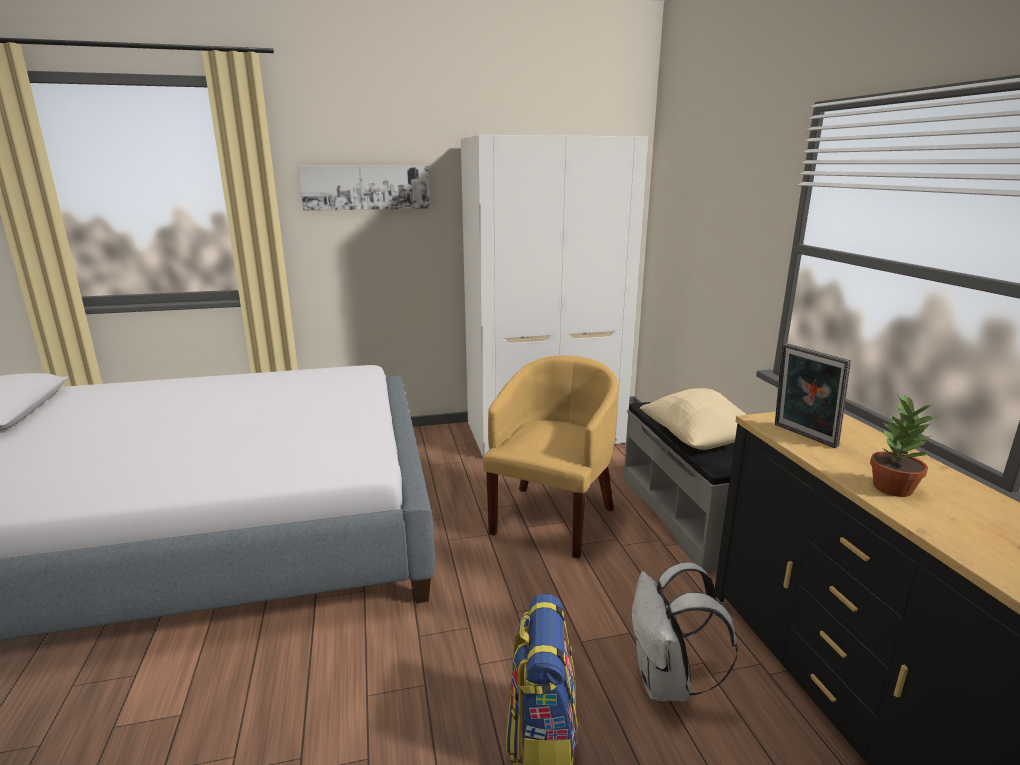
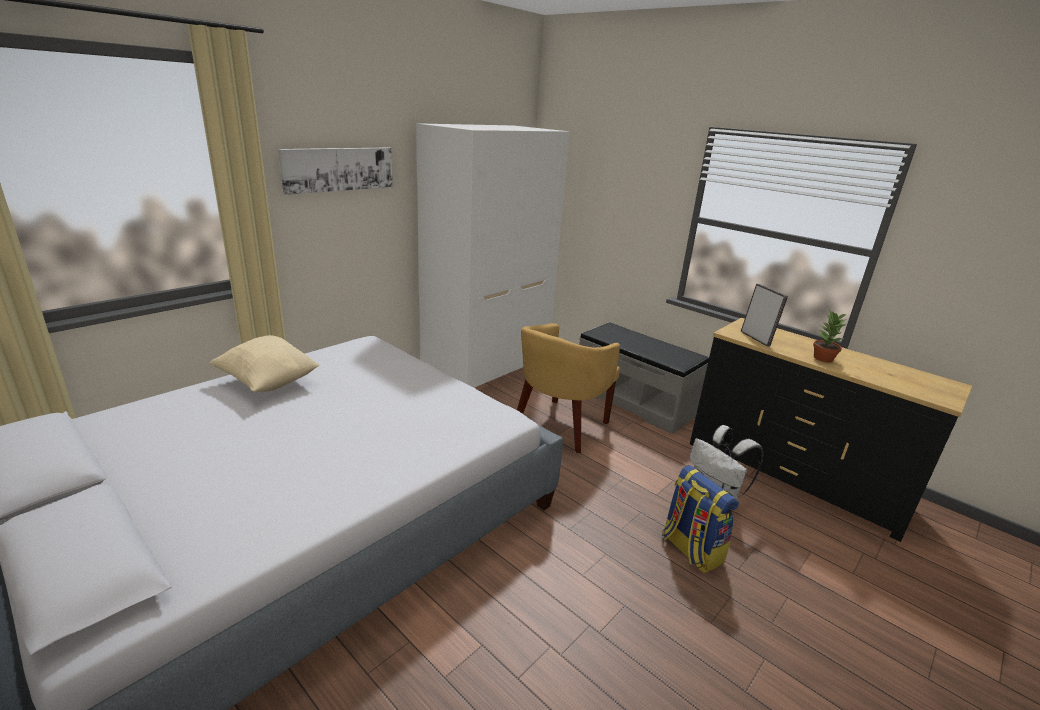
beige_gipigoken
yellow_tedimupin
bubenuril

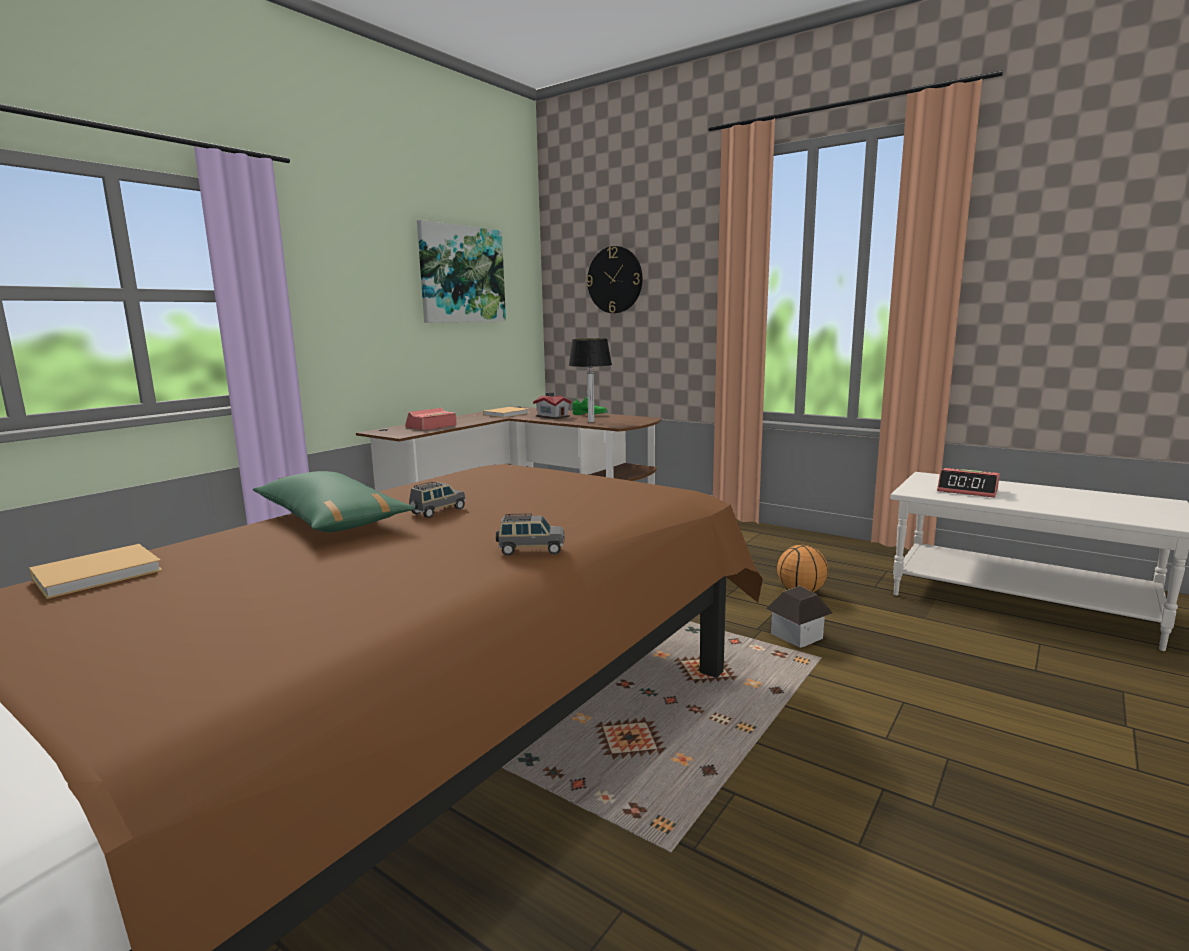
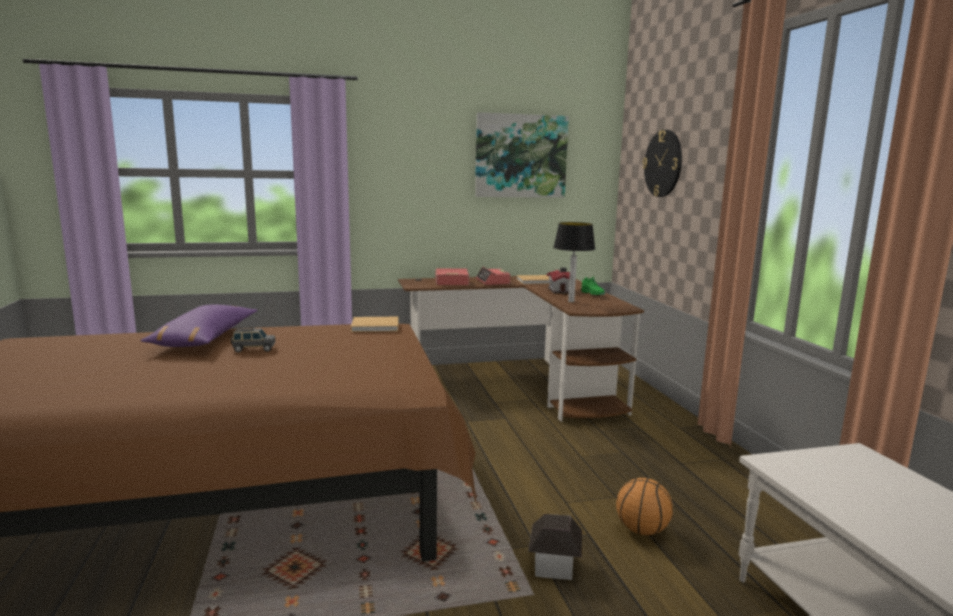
purple_gipigoken
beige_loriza (1st from left)
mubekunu (2nd from left)
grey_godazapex (2nd from left in the first image)

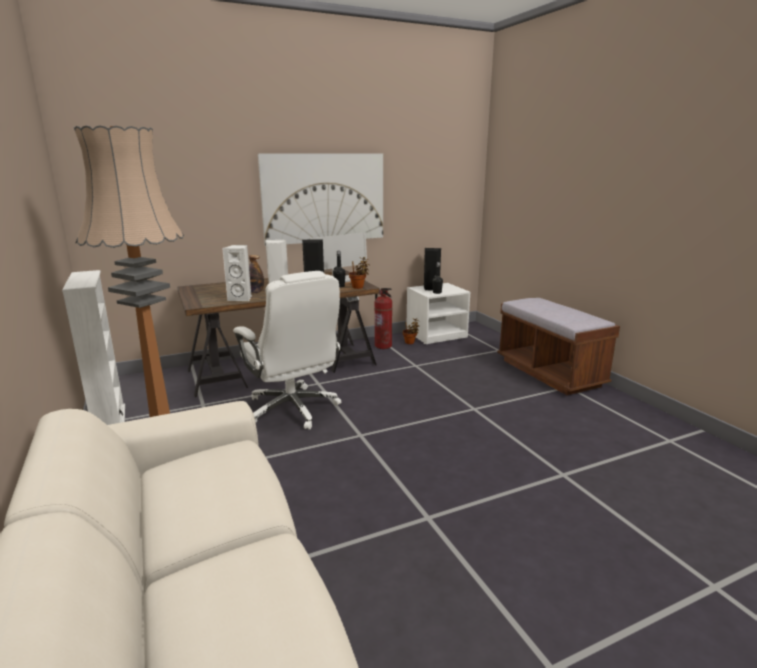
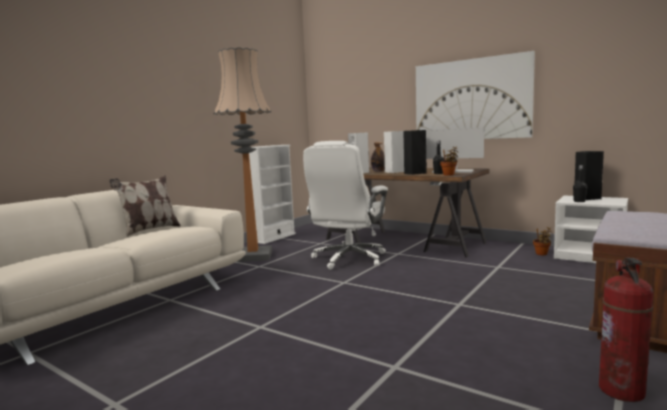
gipigoken
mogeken

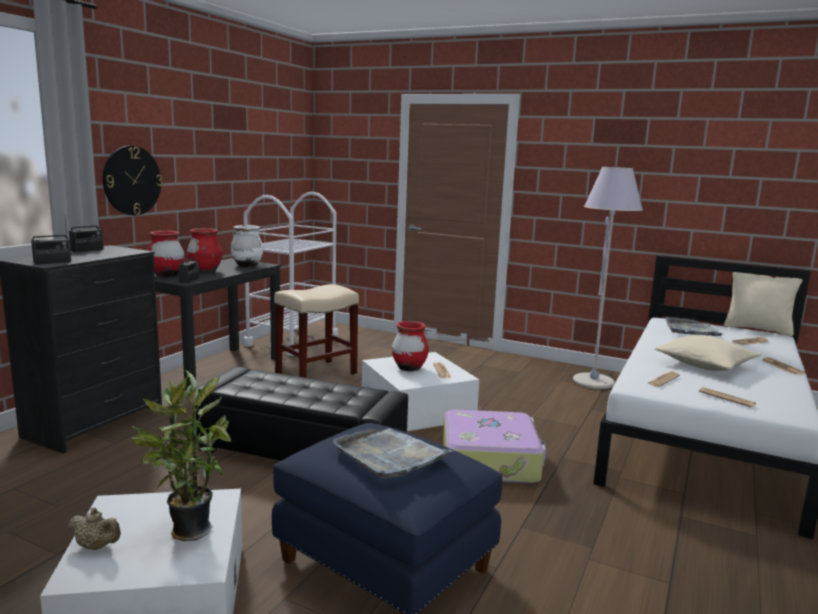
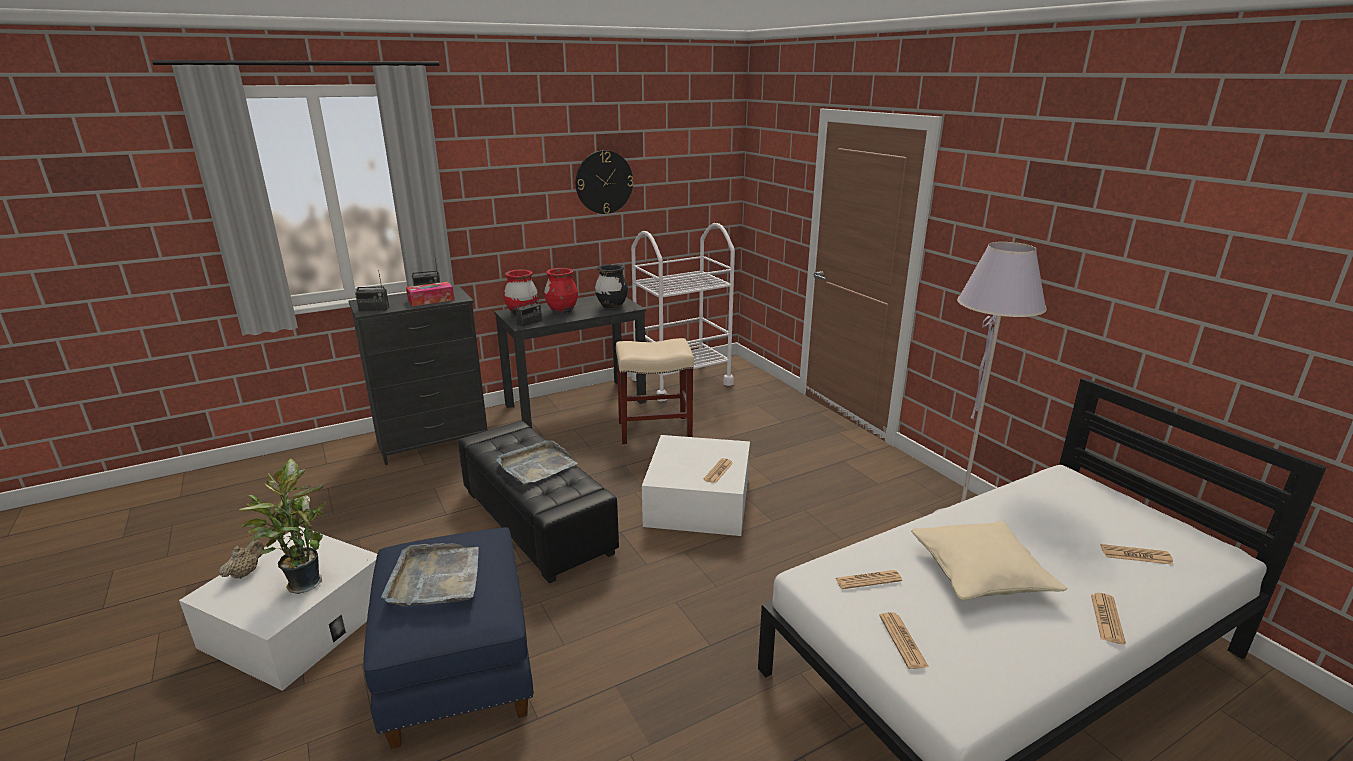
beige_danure
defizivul
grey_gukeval (2nd from left)
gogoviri
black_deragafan
red_deragafan (3rd from left in the first image)
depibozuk
beige_gipigoken (2nd from left in the first image)

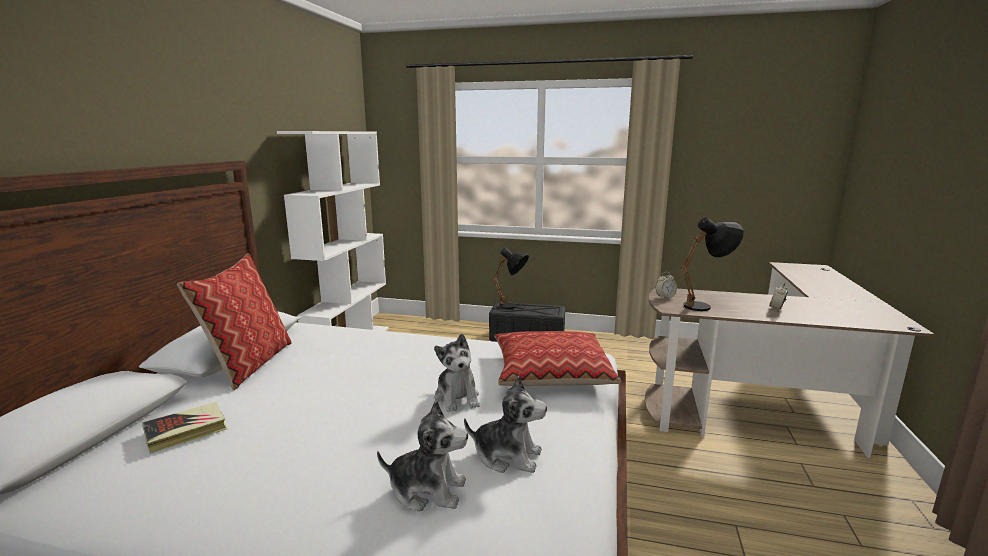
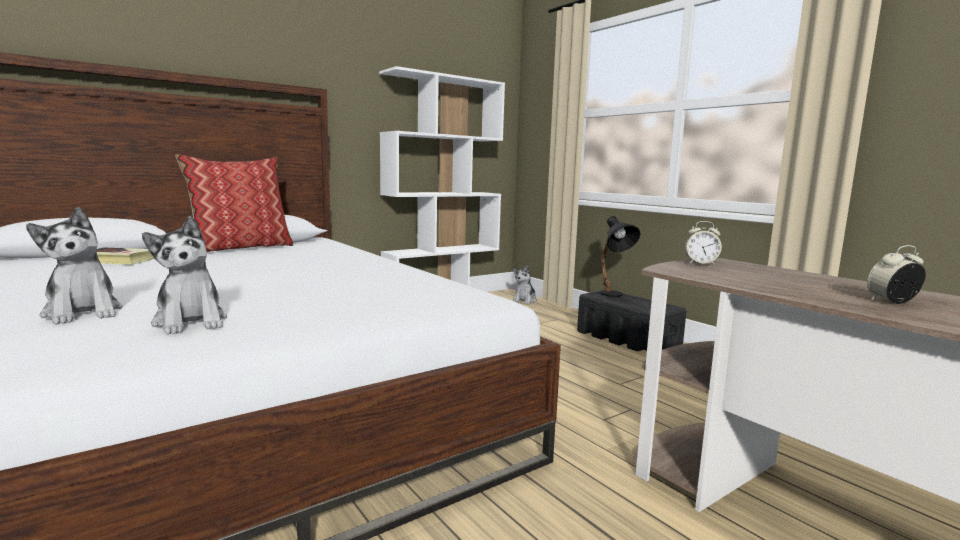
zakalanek (3rd from left)
gipigoken (2nd from left in the first image)
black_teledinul (2nd from left in the first image)

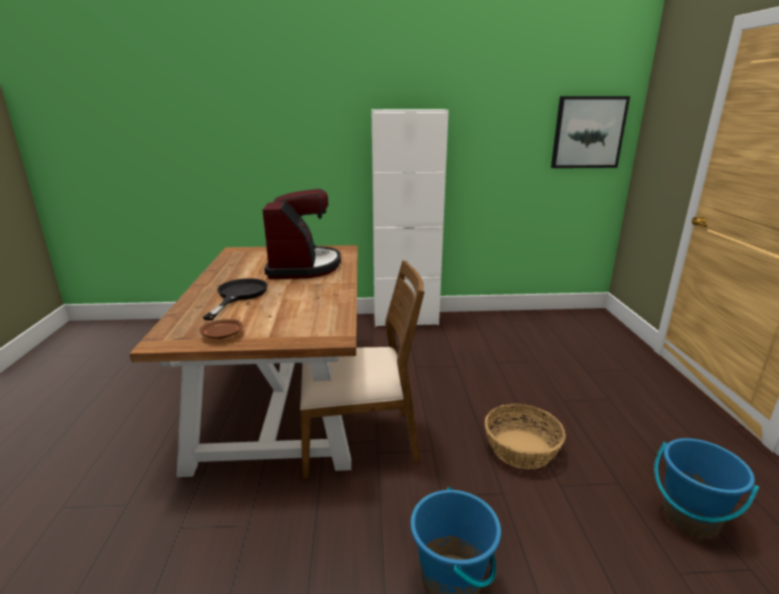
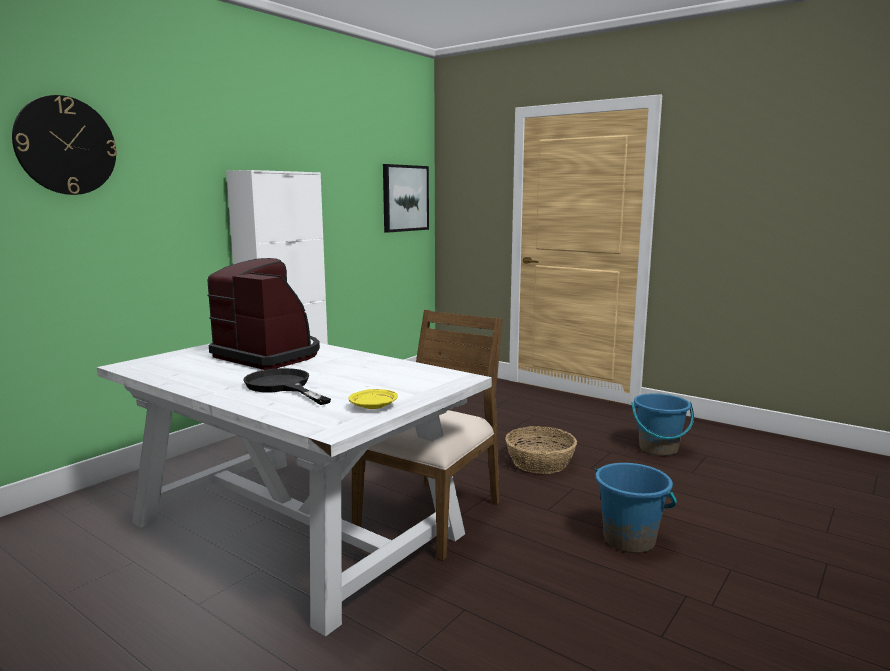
gogoviri
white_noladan
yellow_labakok

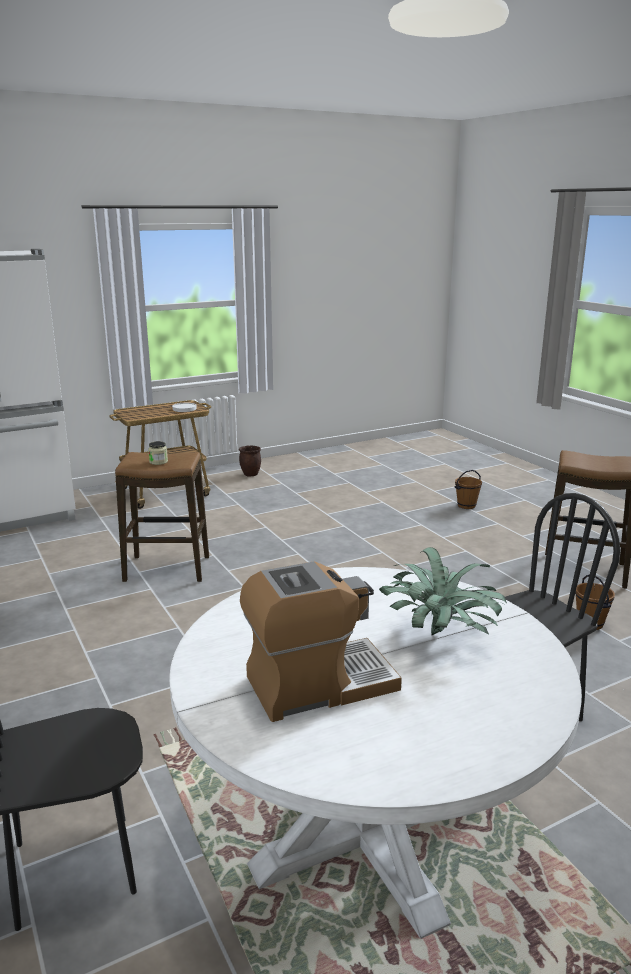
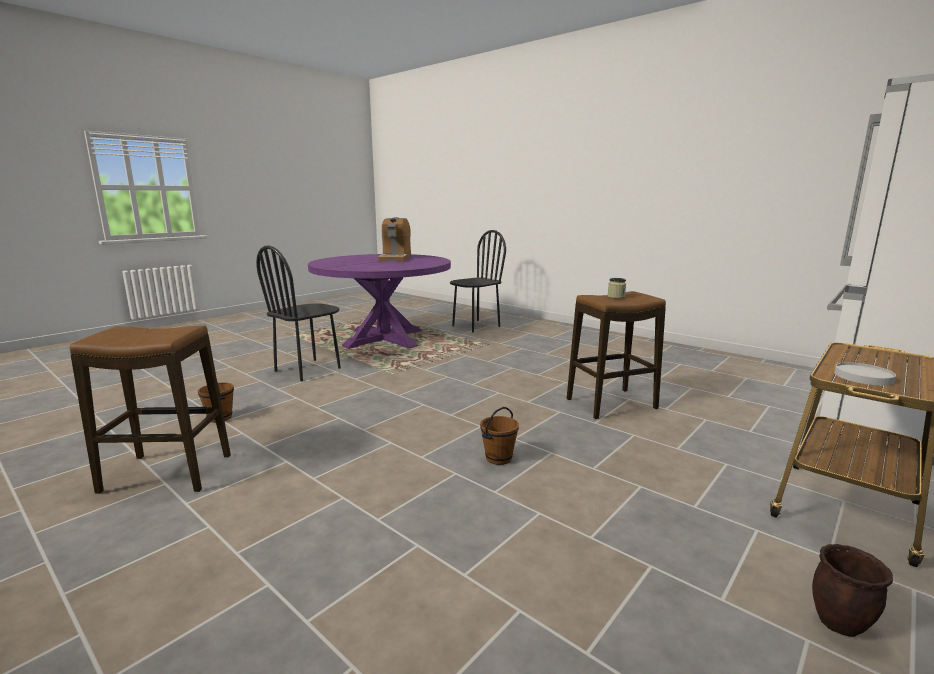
purple_noladan
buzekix
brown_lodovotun (2nd from left)
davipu

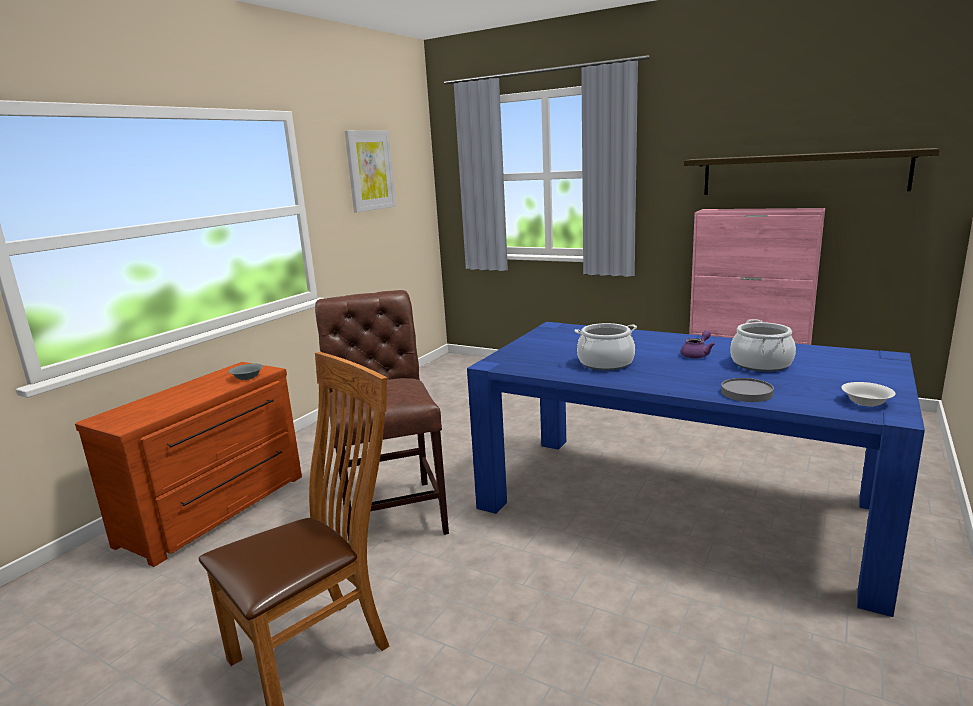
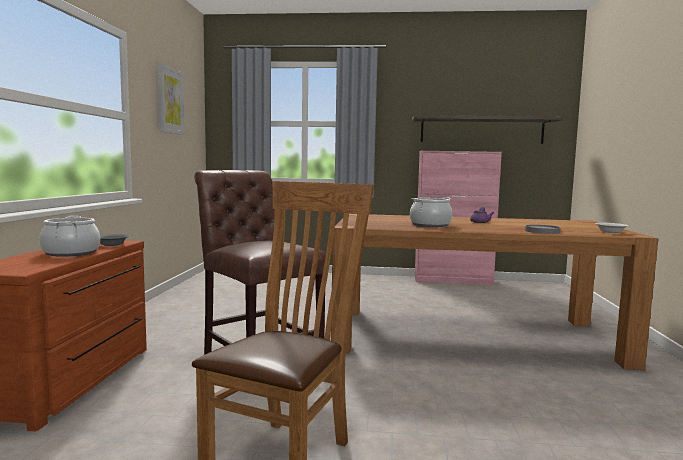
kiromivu (1st from left)
brown_noladan

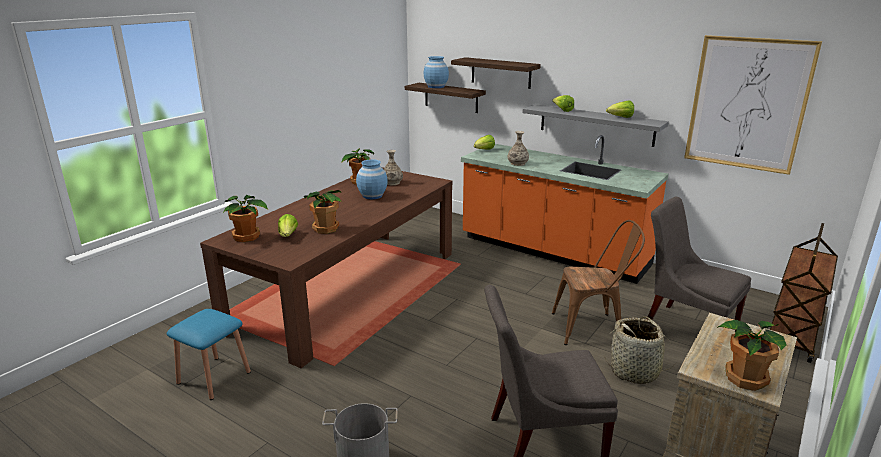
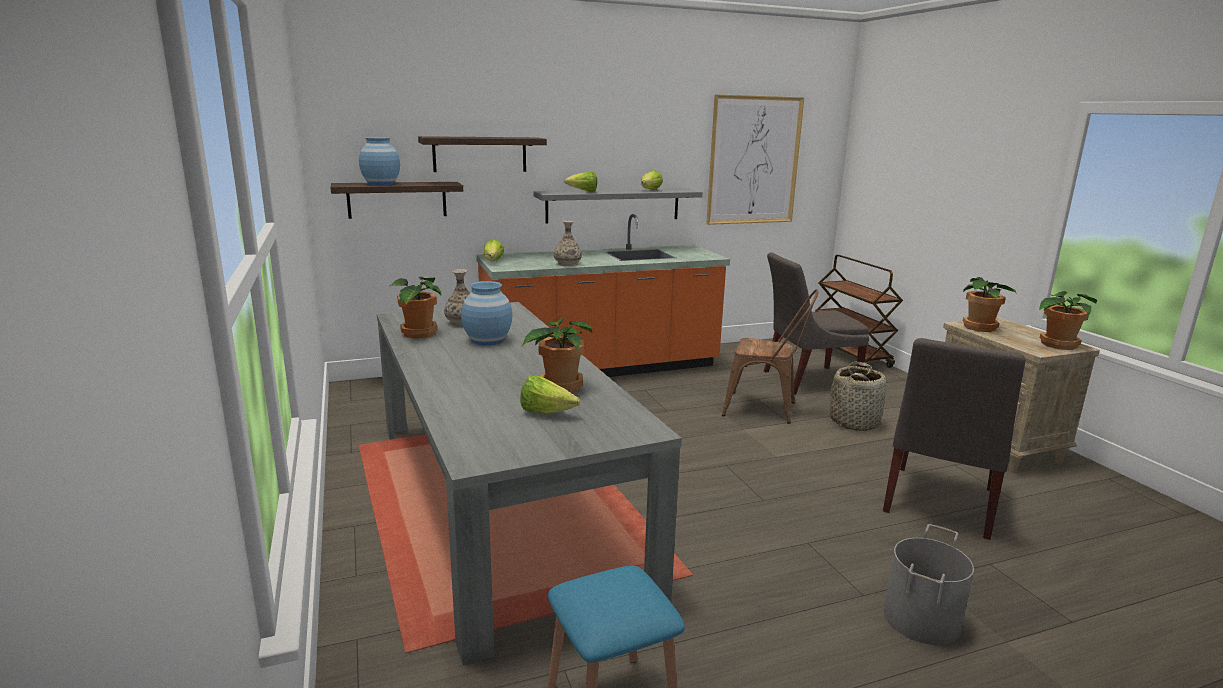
grey_noladan
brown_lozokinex
davipu (3rd from left)

